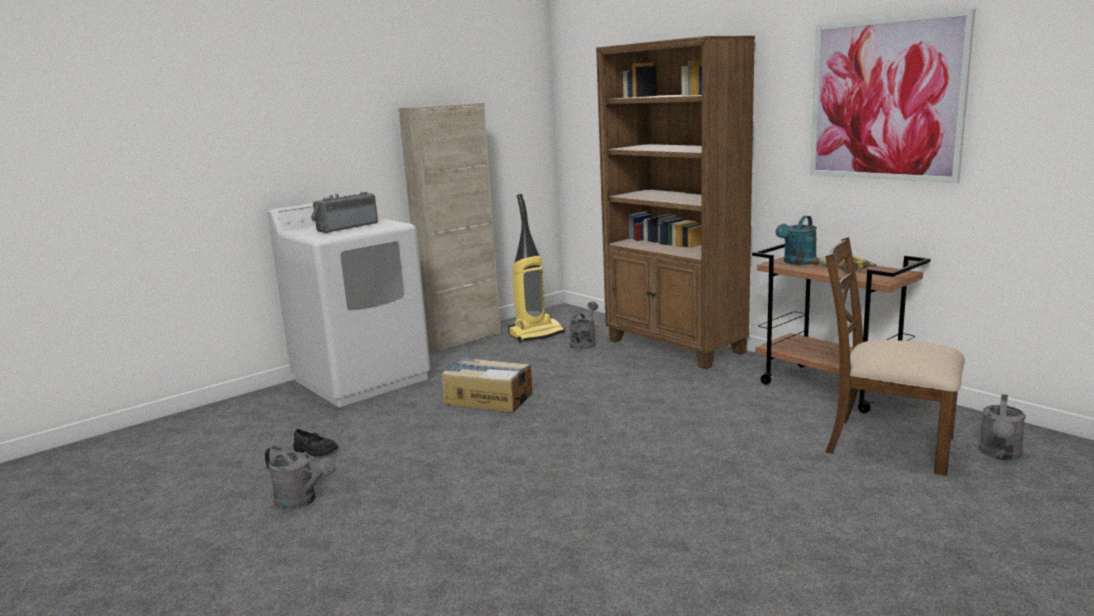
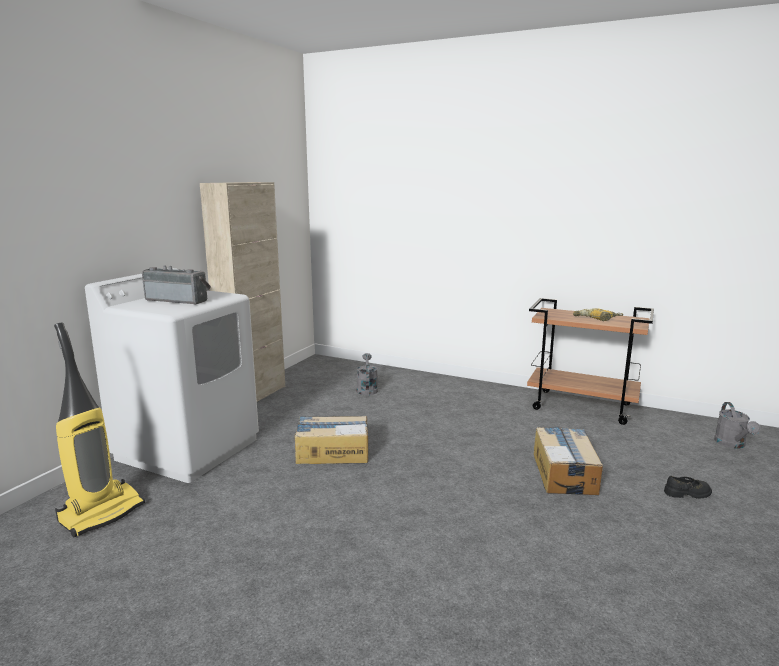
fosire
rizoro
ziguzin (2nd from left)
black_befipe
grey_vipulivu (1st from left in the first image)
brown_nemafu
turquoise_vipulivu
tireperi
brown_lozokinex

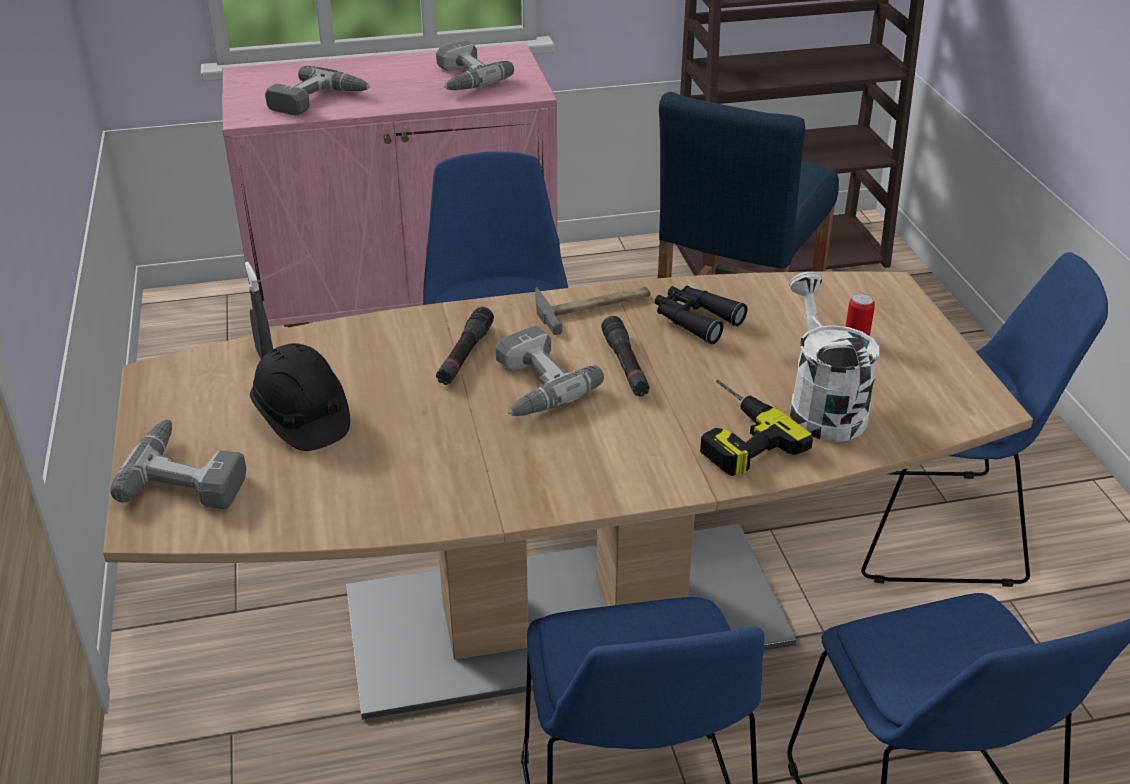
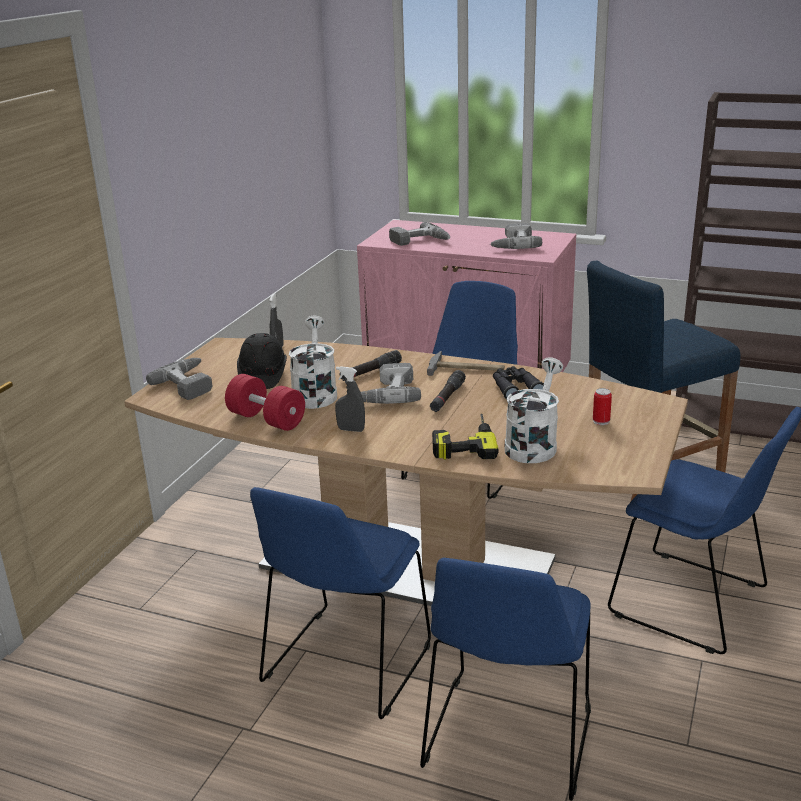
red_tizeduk
white_vipulivu (1st from left)
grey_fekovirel (2nd from left)

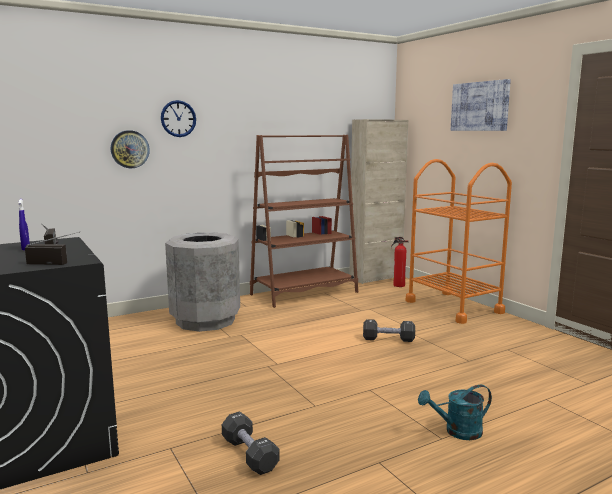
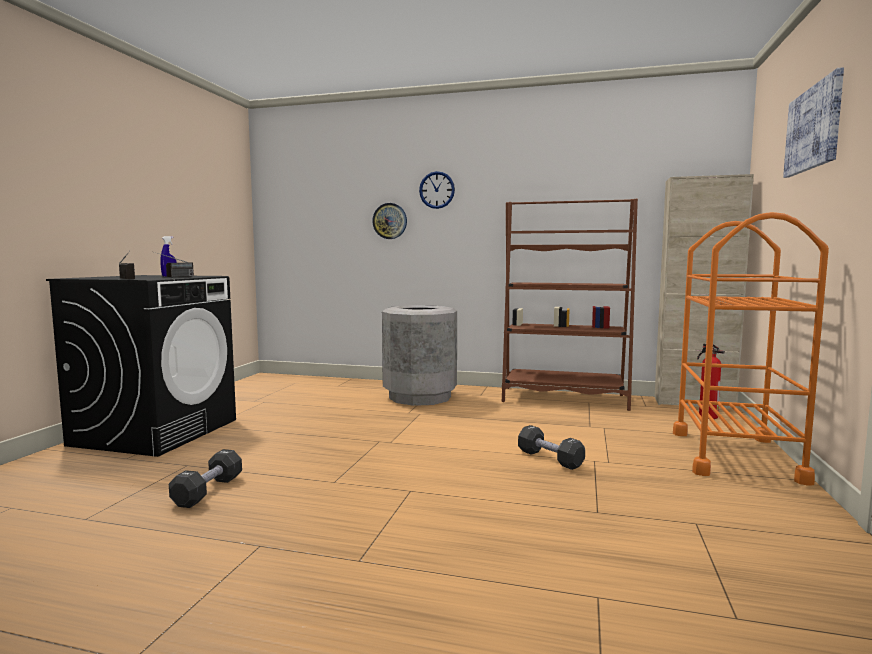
turquoise_vipulivu

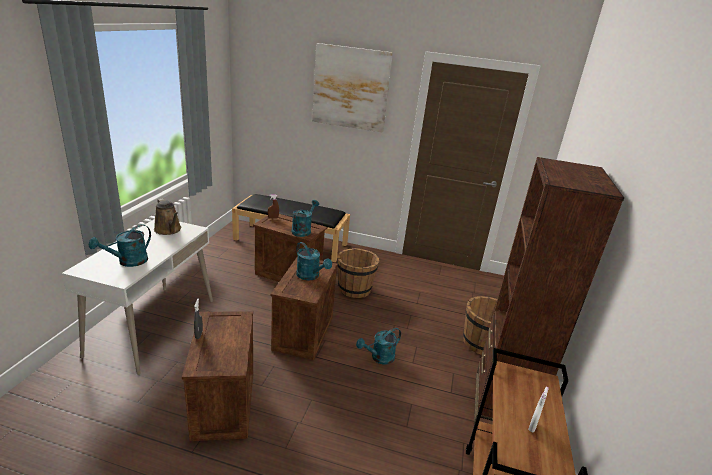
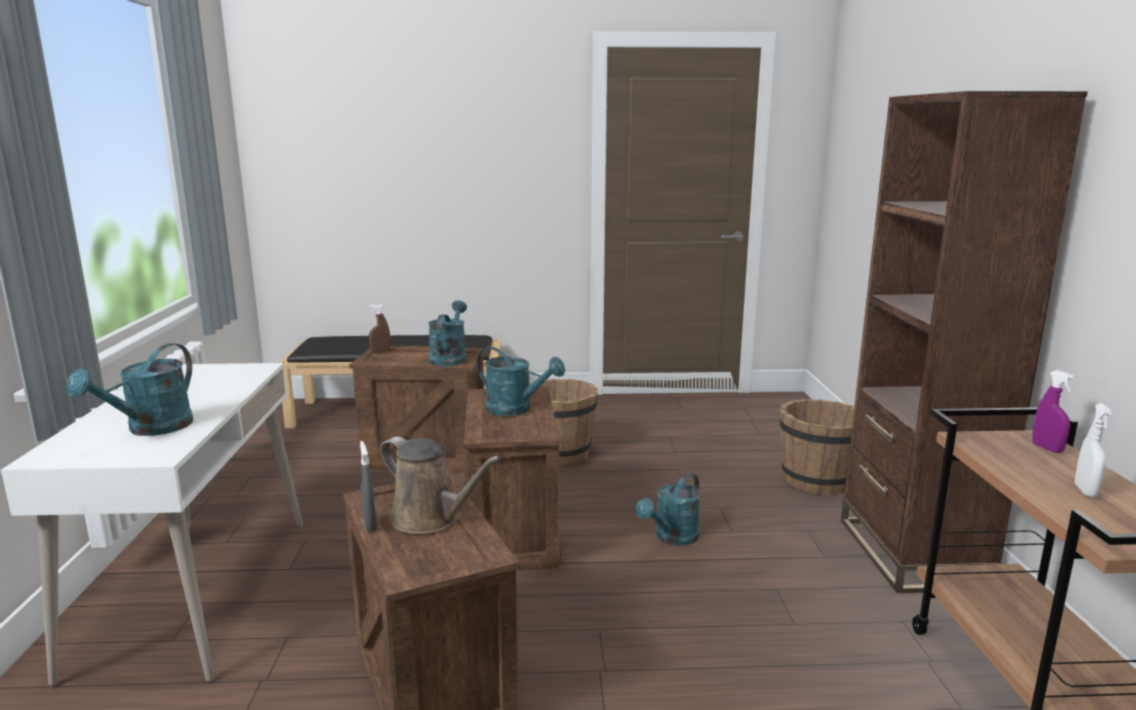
brown_vipulivu
purple_fekovirel
tireperi

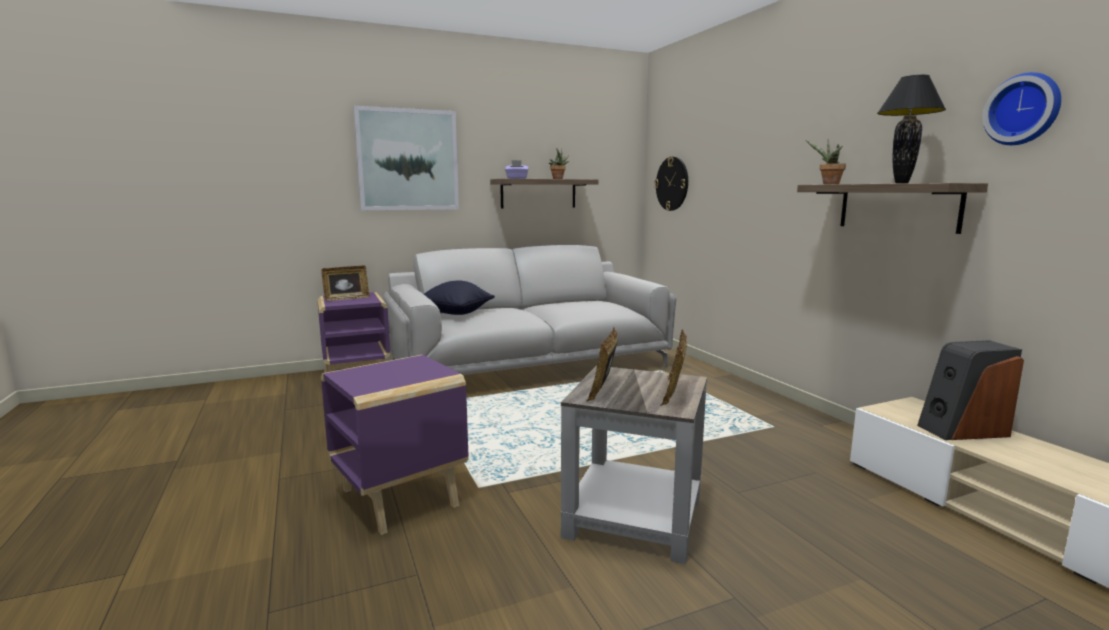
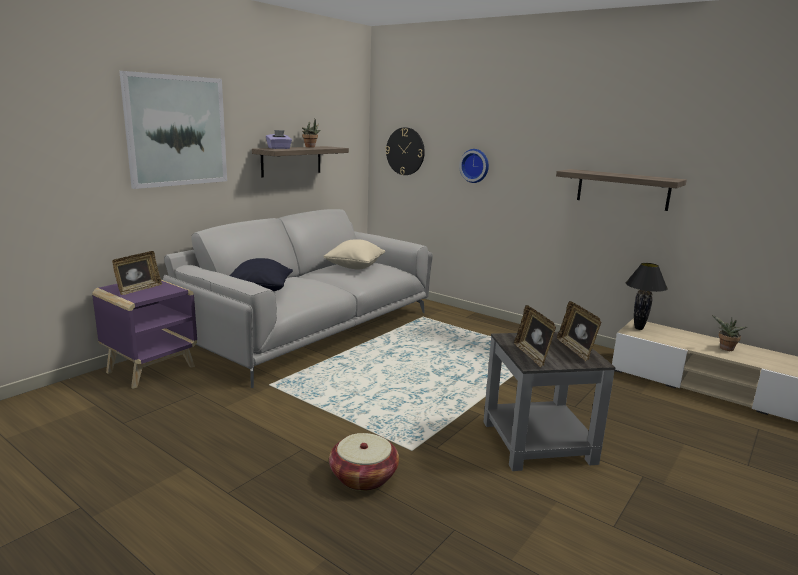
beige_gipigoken
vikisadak
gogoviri (2nd from left)
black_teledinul
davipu (2nd from left)
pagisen

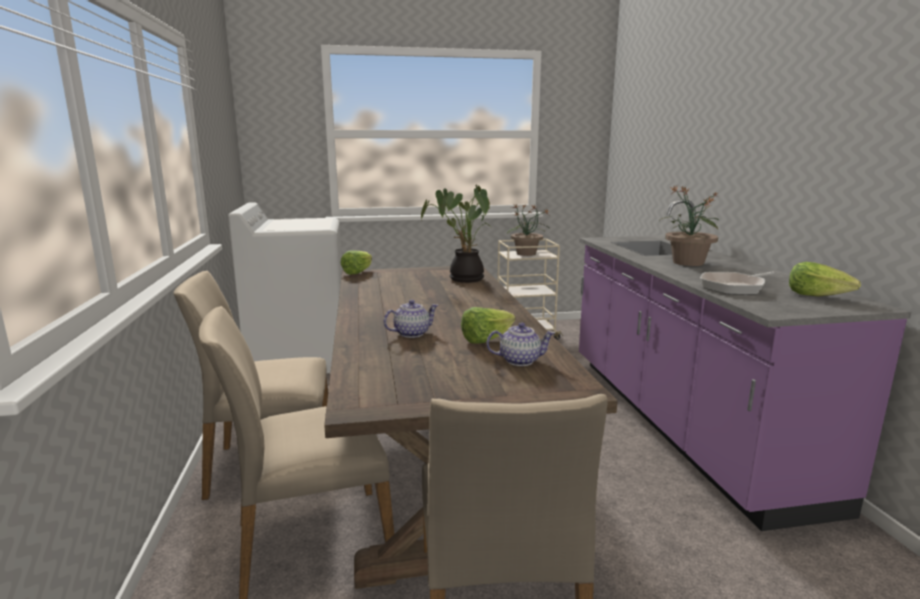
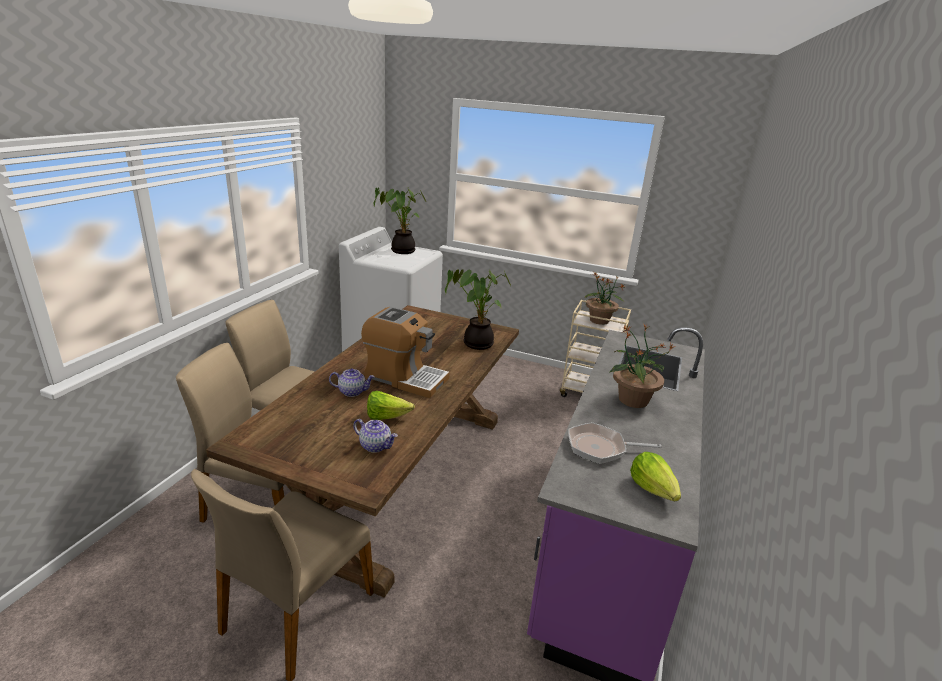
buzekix
davipu (1st from left)
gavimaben (1st from left in the first image)

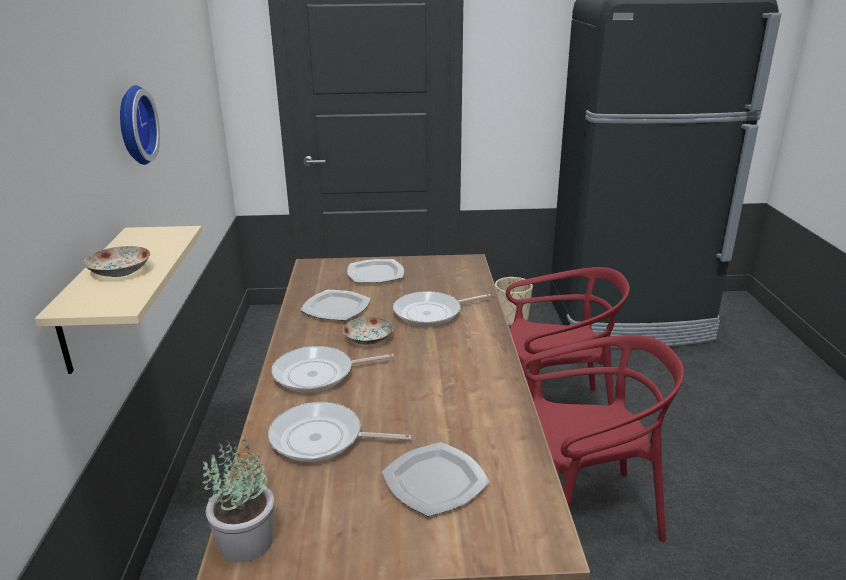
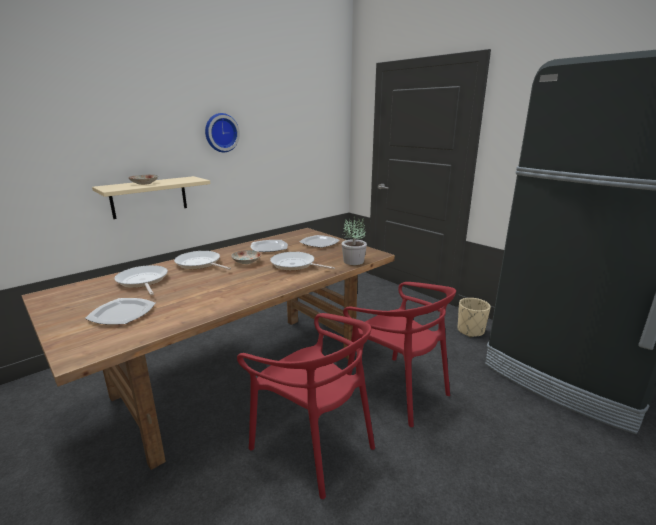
davipu

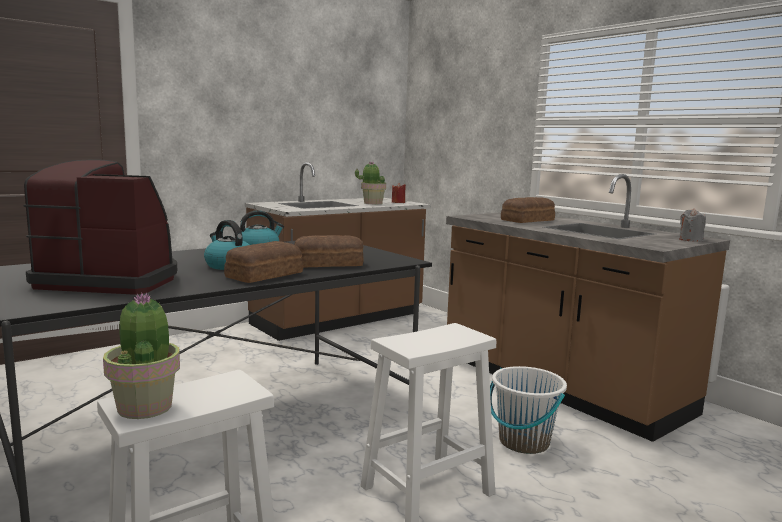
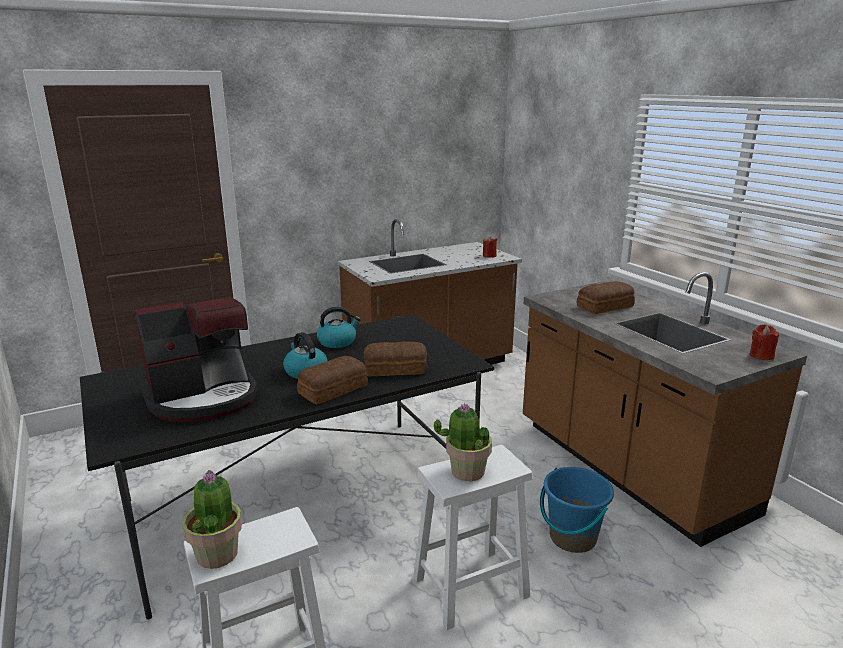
buzekix
davipu (2nd from left)
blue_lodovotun
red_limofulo (2nd from left)

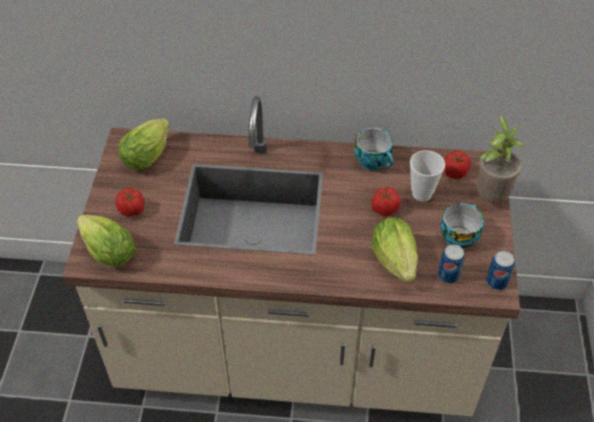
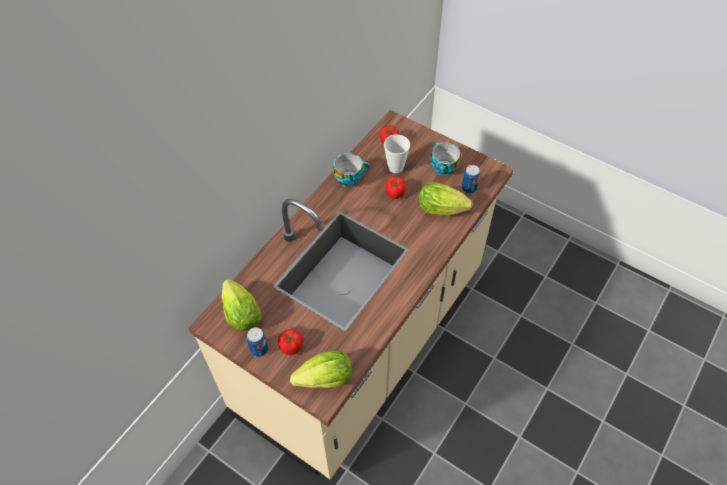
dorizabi (1st from left)
davipu

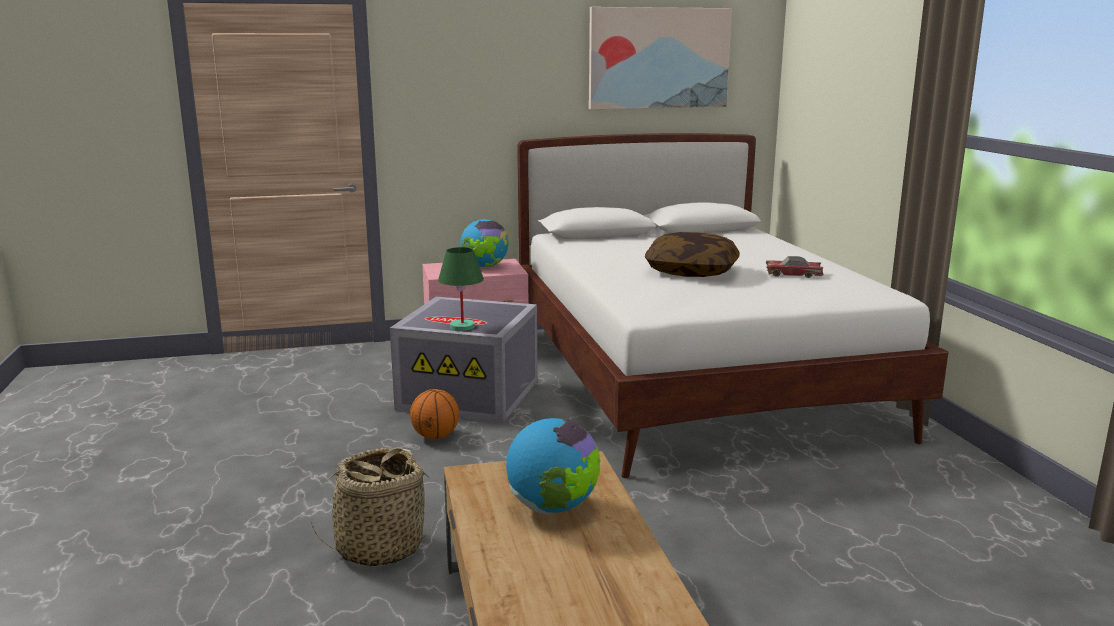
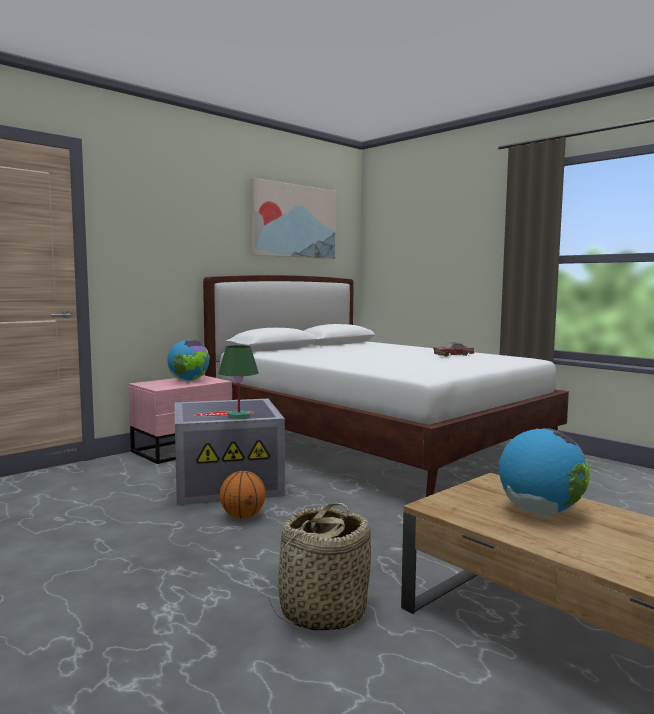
gipigoken

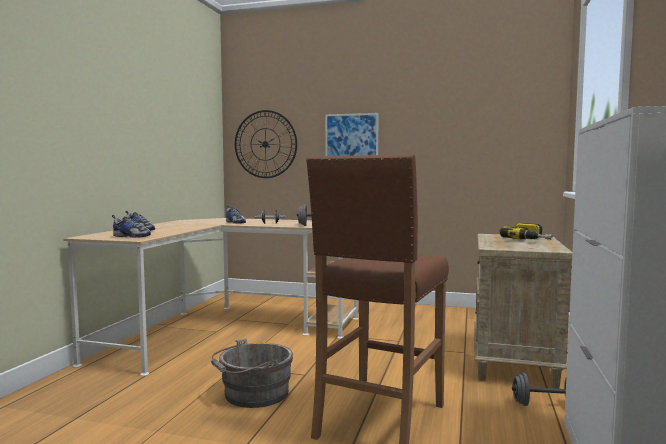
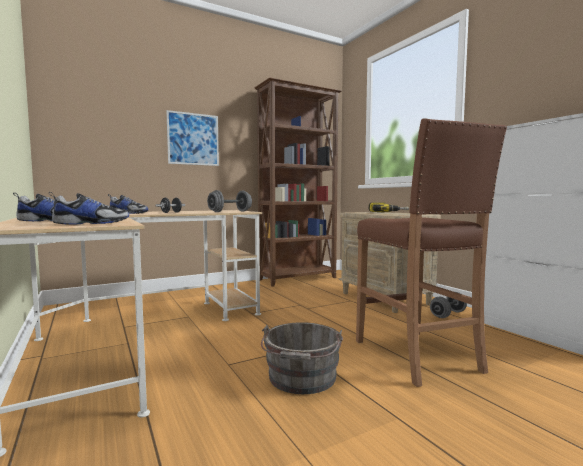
brown_nemafu
gogoviri

